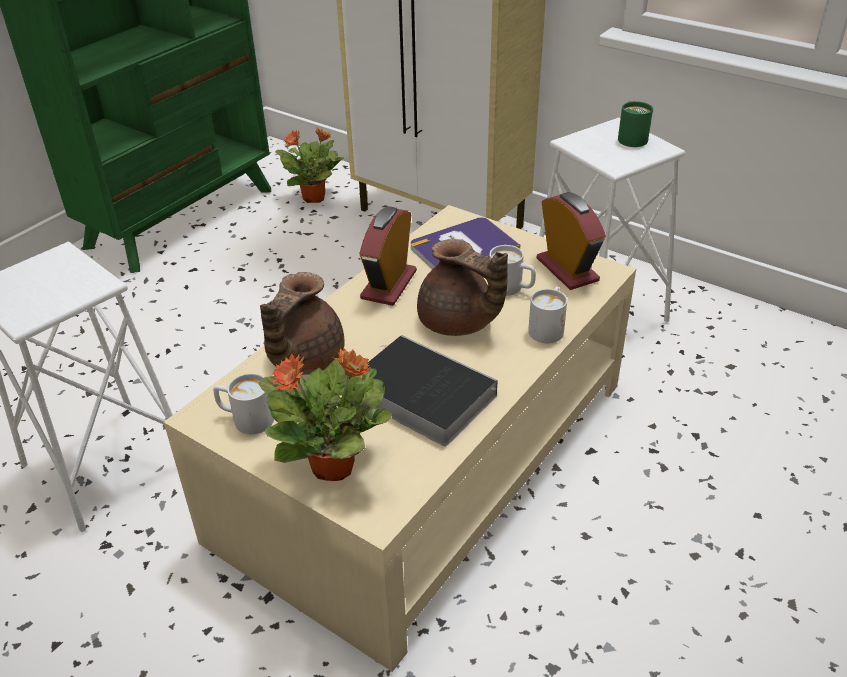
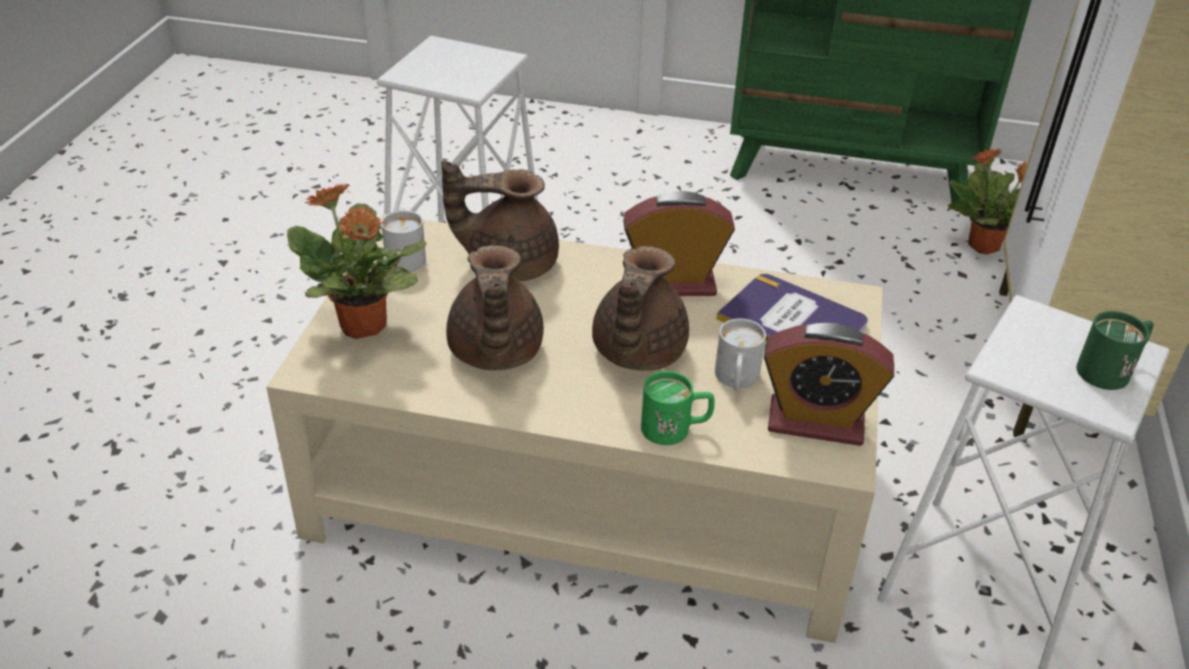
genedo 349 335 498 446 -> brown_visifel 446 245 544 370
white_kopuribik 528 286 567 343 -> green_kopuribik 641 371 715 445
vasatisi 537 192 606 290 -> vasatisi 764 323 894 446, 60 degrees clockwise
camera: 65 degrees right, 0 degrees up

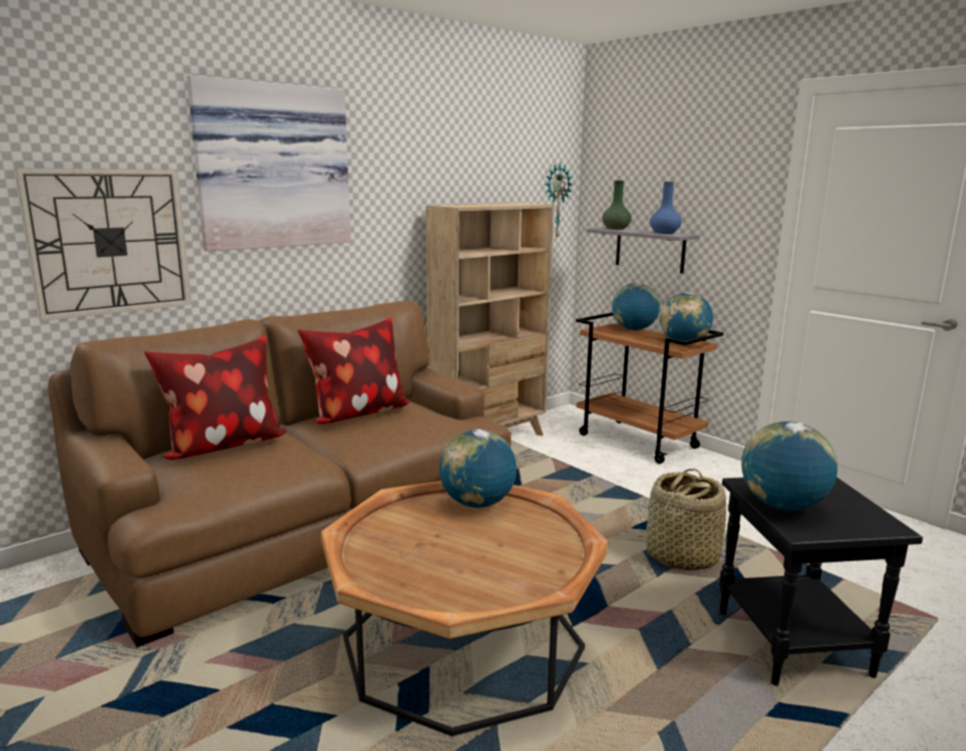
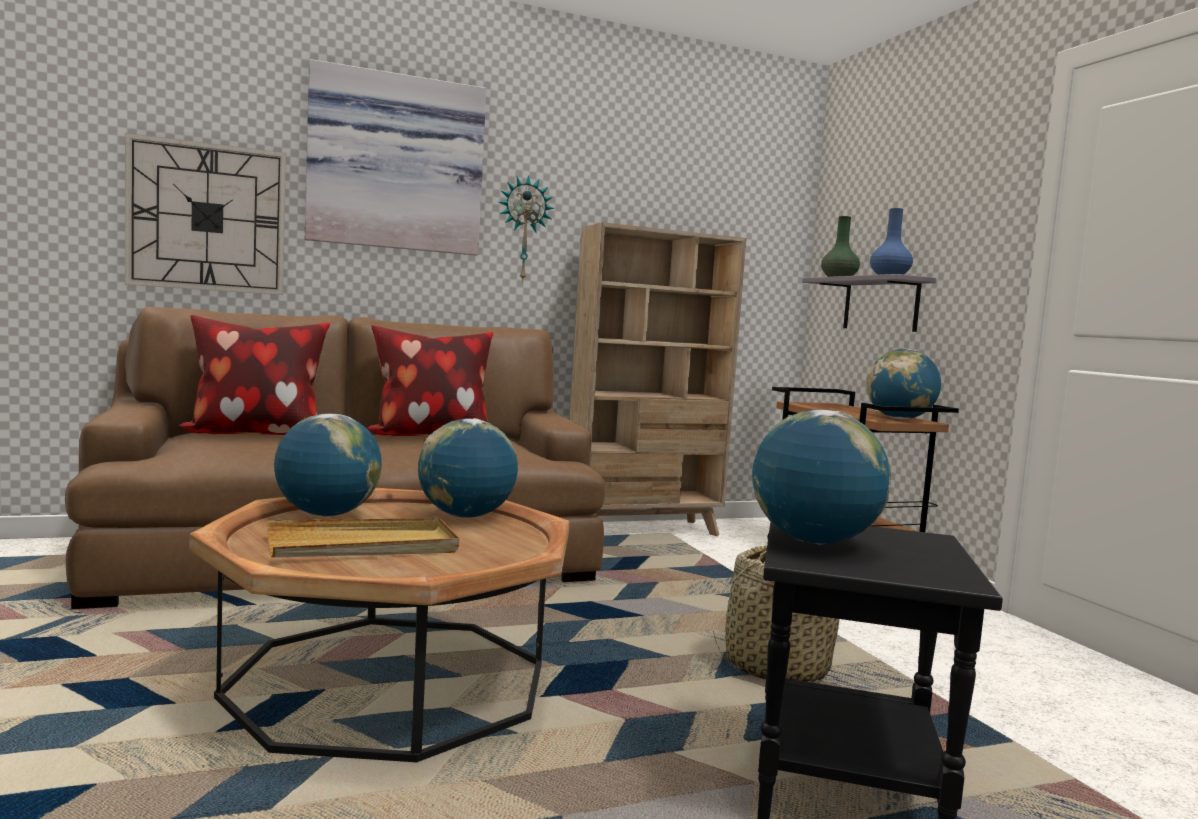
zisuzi 545 163 573 237 -> zisuzi 499 175 555 282, shifted
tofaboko 612 283 660 330 -> tofaboko 274 413 382 517, shifted
none -> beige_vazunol 267 518 459 558
camera: 20 degrees right, 10 degrees down

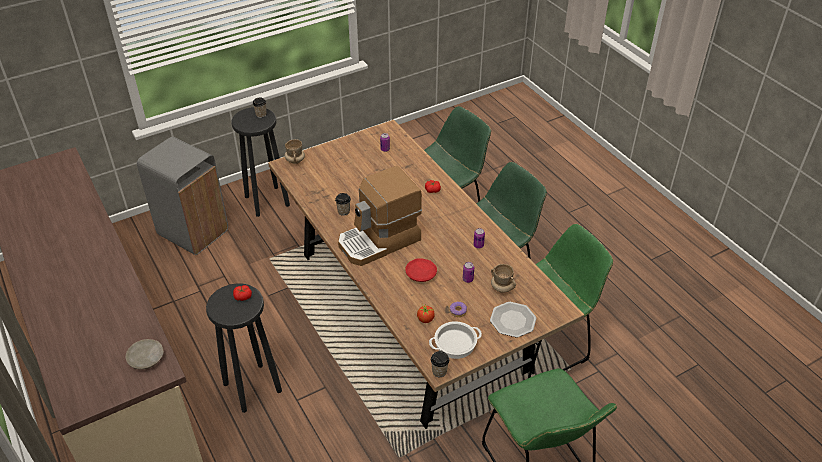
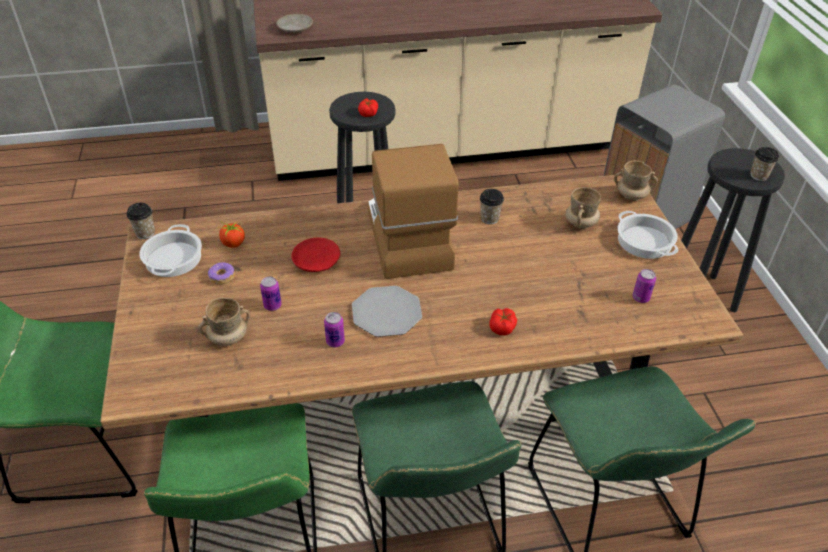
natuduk 490 302 537 337 -> natuduk 352 286 422 337, shifted
none -> beige_kopuribik 565 187 601 229
none -> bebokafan 618 211 679 259
camera: 110 degrees right, 0 degrees up

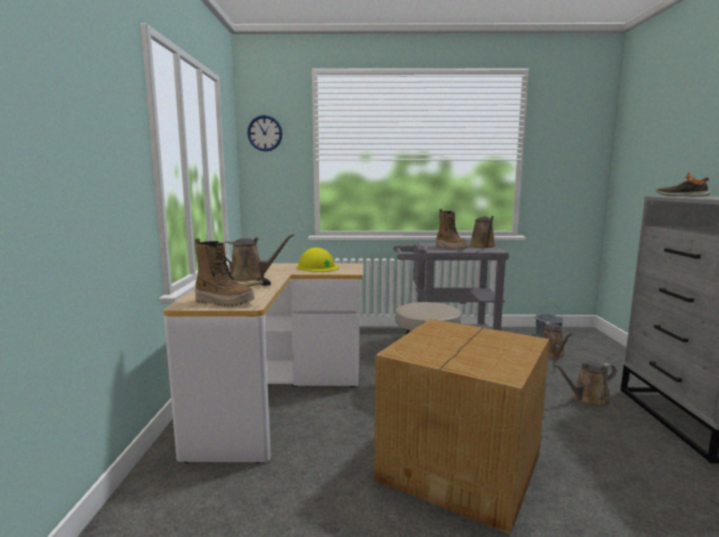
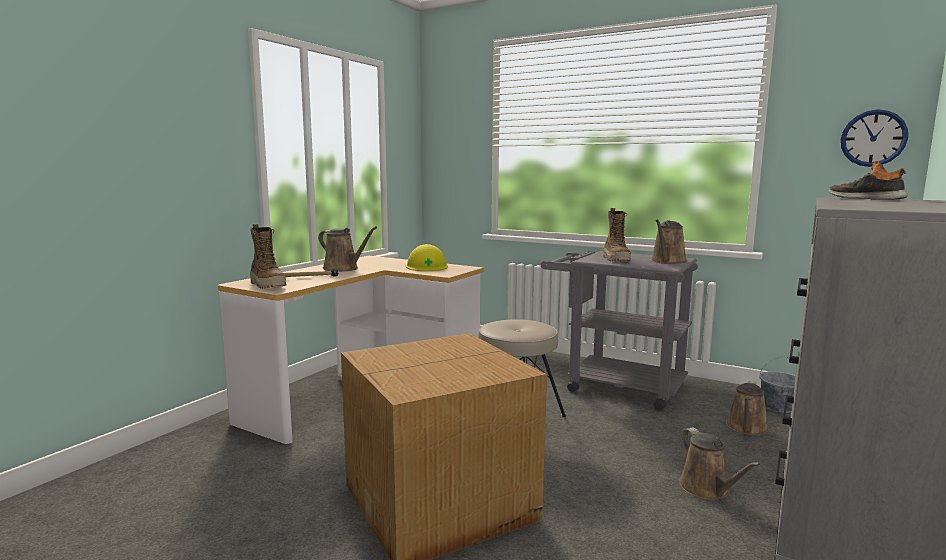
zisuzi 247 115 282 152 -> zisuzi 841 109 908 167, shifted
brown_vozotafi 553 361 616 406 -> brown_vozotafi 679 428 760 500, 120 degrees counterclockwise
camera: 30 degrees right, 0 degrees up

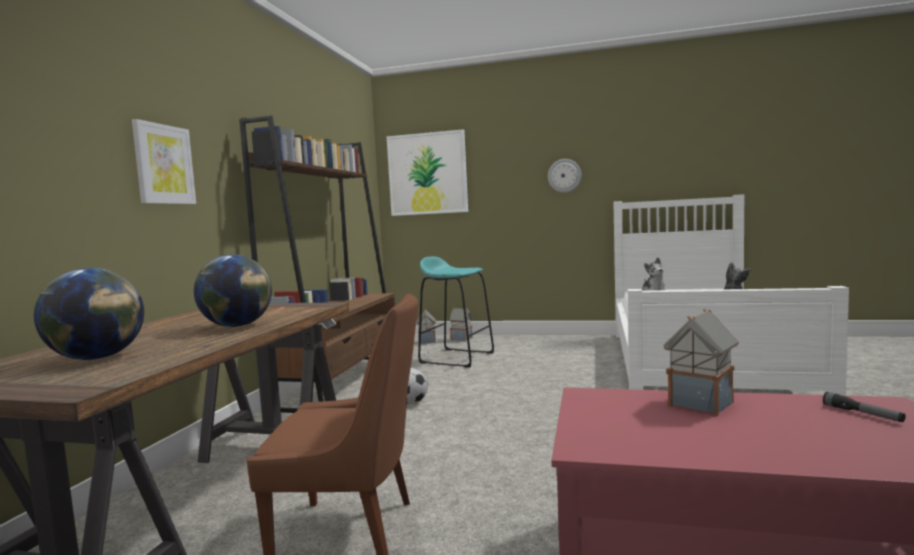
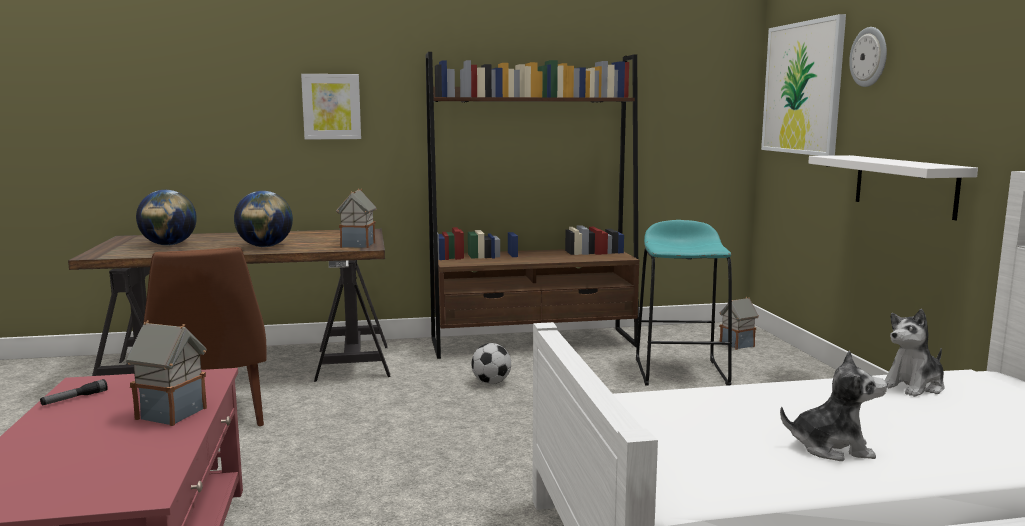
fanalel 449 308 473 342 -> fanalel 336 189 377 248, shifted
zisuzi 548 159 582 193 -> zisuzi 849 27 887 87, shifted
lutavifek 823 392 906 422 -> lutavifek 40 379 108 405, shifted
none -> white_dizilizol 808 155 978 220
camera: 65 degrees right, 5 degrees up

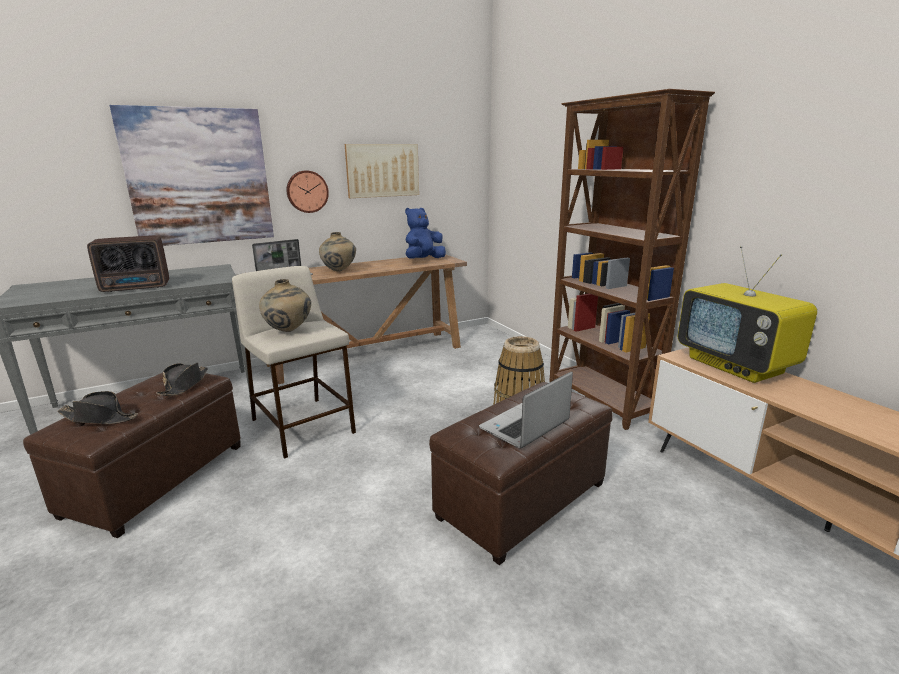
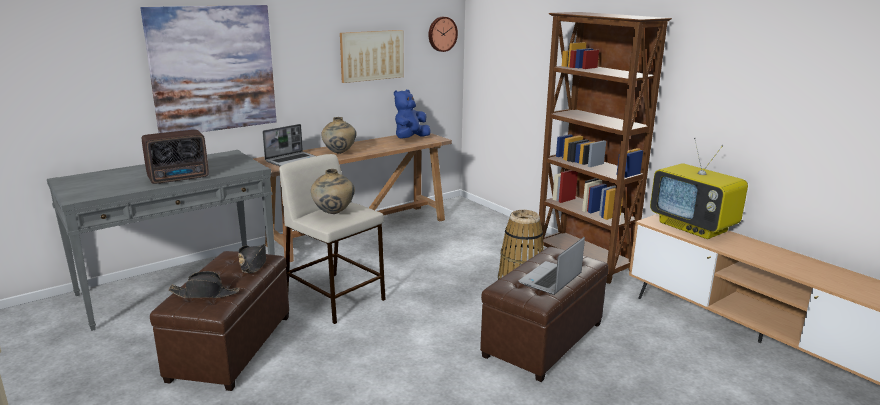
zisuzi 286 170 329 213 -> zisuzi 428 17 458 52, shifted
camera: 10 degrees left, 0 degrees up

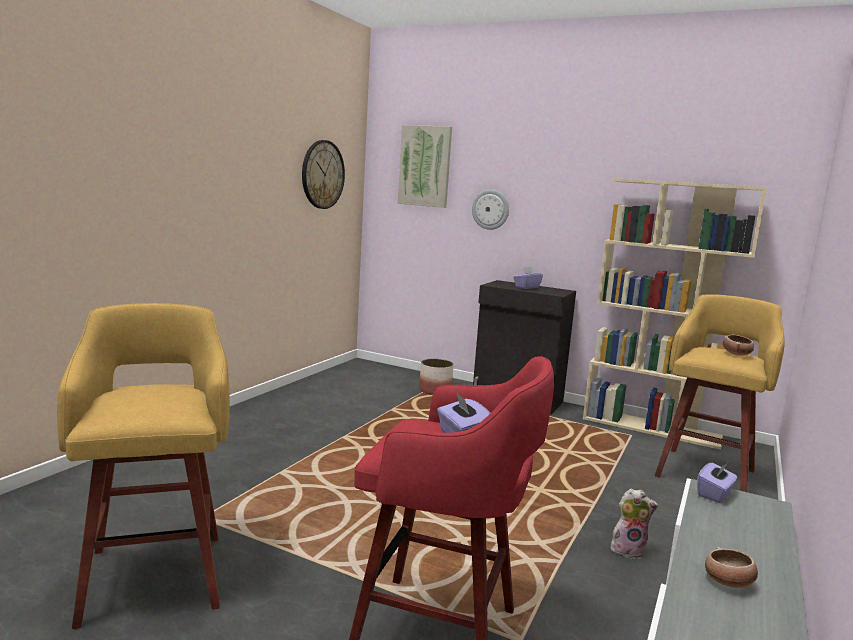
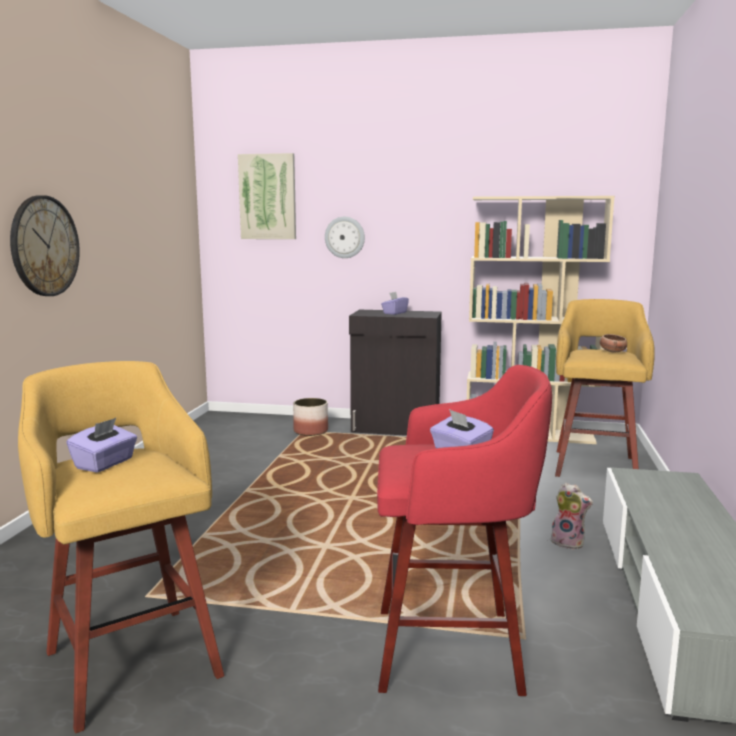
zisuzi 302 140 345 209 -> zisuzi 10 195 80 296, shifted
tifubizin 611 488 658 558 -> tifubizin 551 482 593 550, 45 degrees clockwise
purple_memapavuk 697 462 738 503 -> purple_memapavuk 66 418 137 473, shifted
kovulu 705 547 758 588 -> none
camera: 15 degrees left, 0 degrees up

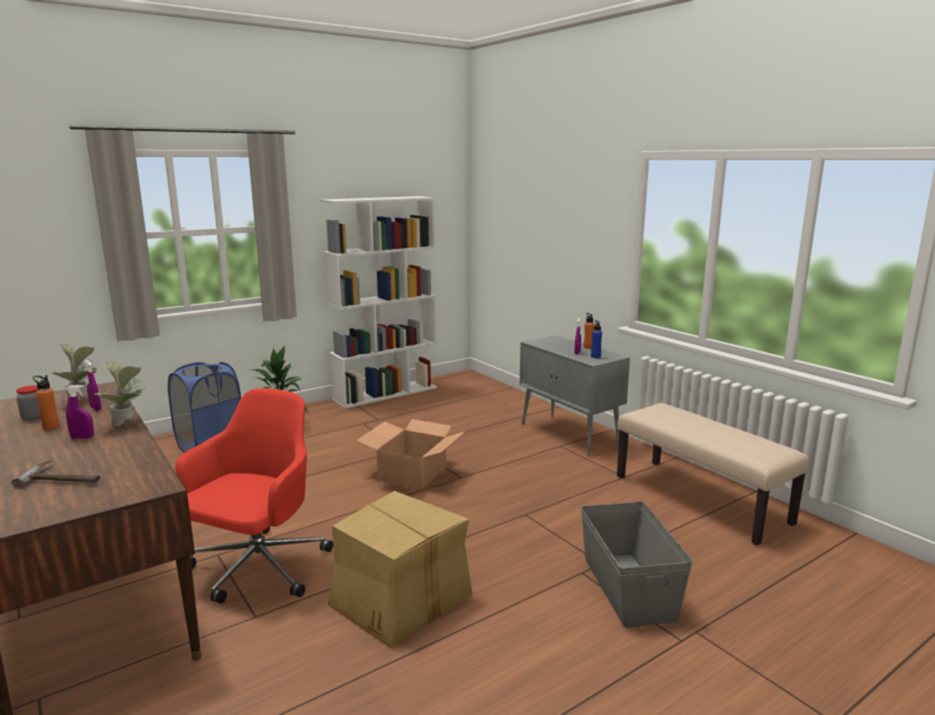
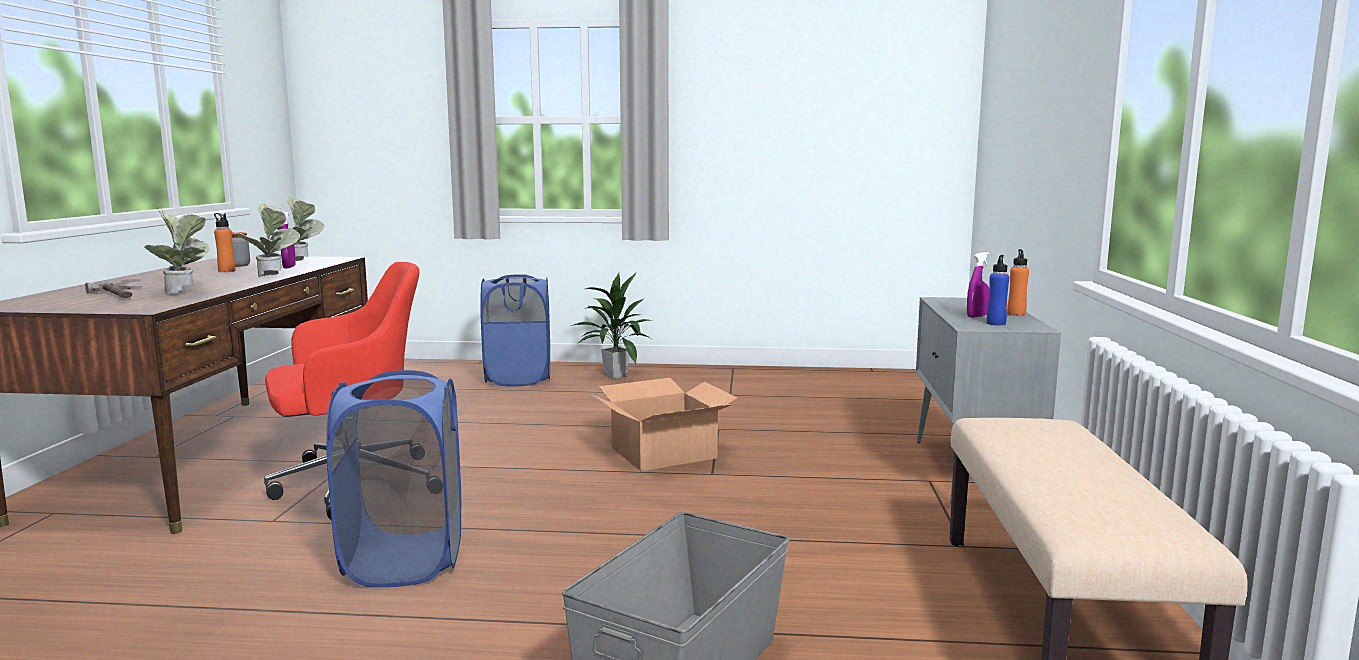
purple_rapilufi 65 385 94 439 -> none
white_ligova 320 196 437 409 -> none
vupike 328 491 472 648 -> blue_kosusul 326 370 461 587
none -> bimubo 144 211 210 294
camera: 40 degrees right, 5 degrees down

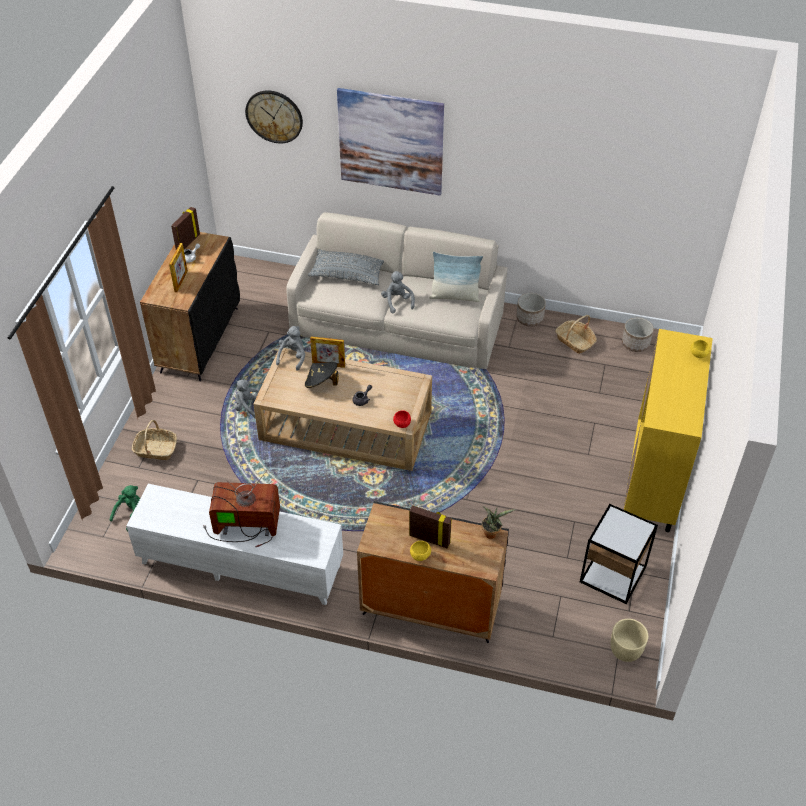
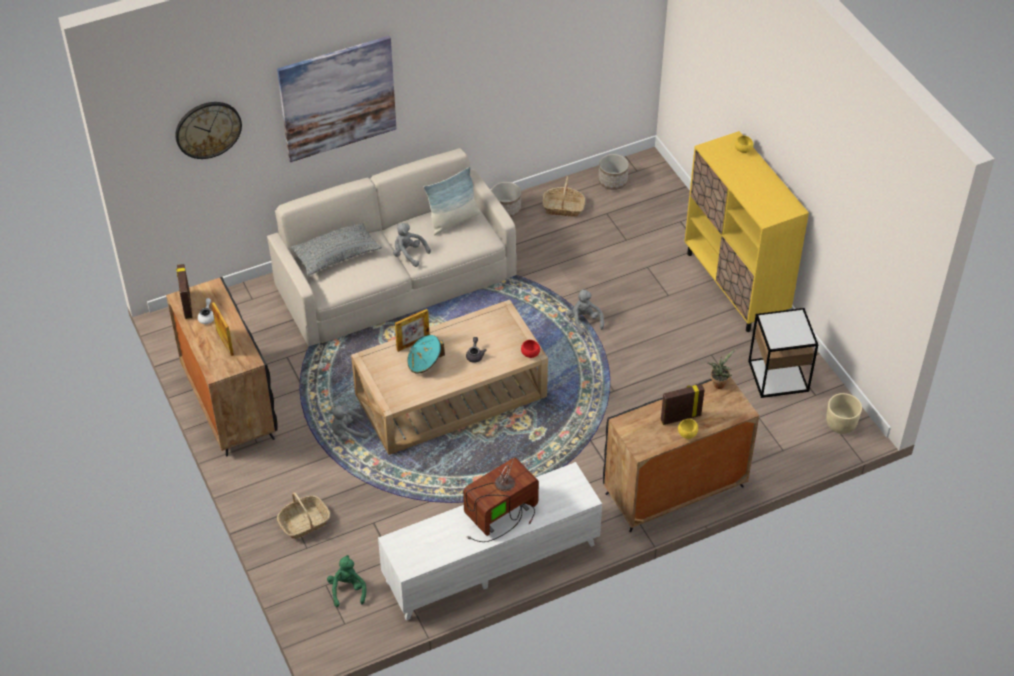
grey_tifubizin 276 326 305 371 -> grey_tifubizin 567 289 604 336, shifted
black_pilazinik 305 362 339 388 -> turquoise_pilazinik 407 335 445 374
camera: 40 degrees left, 0 degrees up

